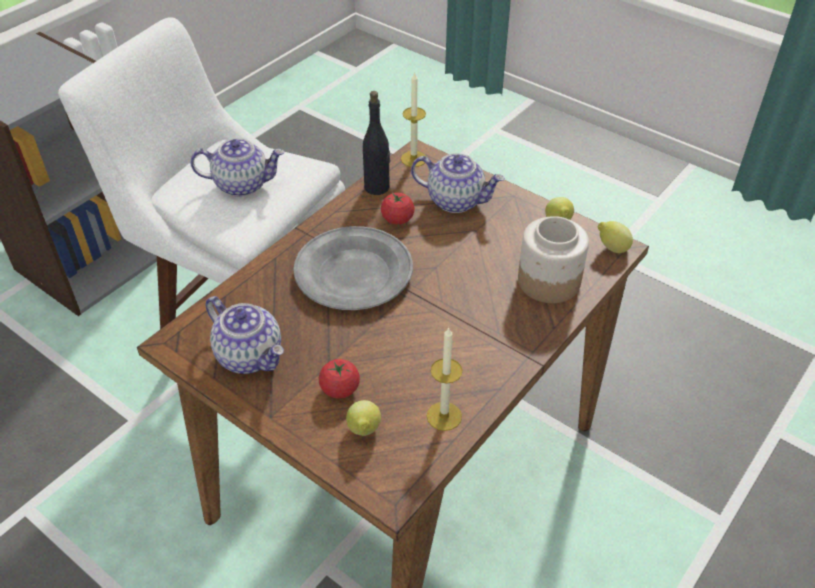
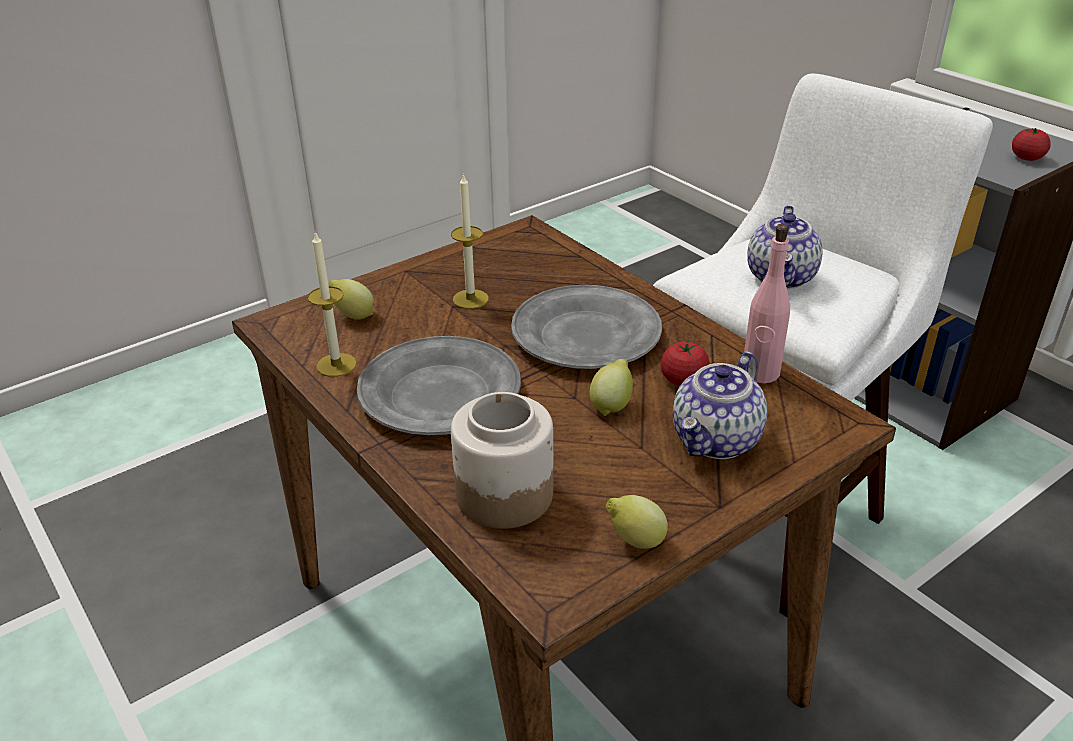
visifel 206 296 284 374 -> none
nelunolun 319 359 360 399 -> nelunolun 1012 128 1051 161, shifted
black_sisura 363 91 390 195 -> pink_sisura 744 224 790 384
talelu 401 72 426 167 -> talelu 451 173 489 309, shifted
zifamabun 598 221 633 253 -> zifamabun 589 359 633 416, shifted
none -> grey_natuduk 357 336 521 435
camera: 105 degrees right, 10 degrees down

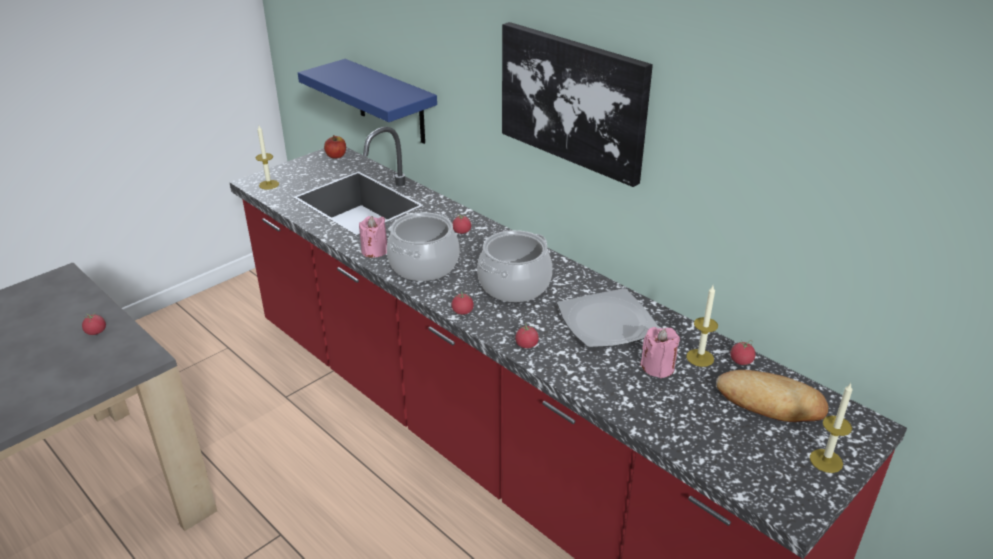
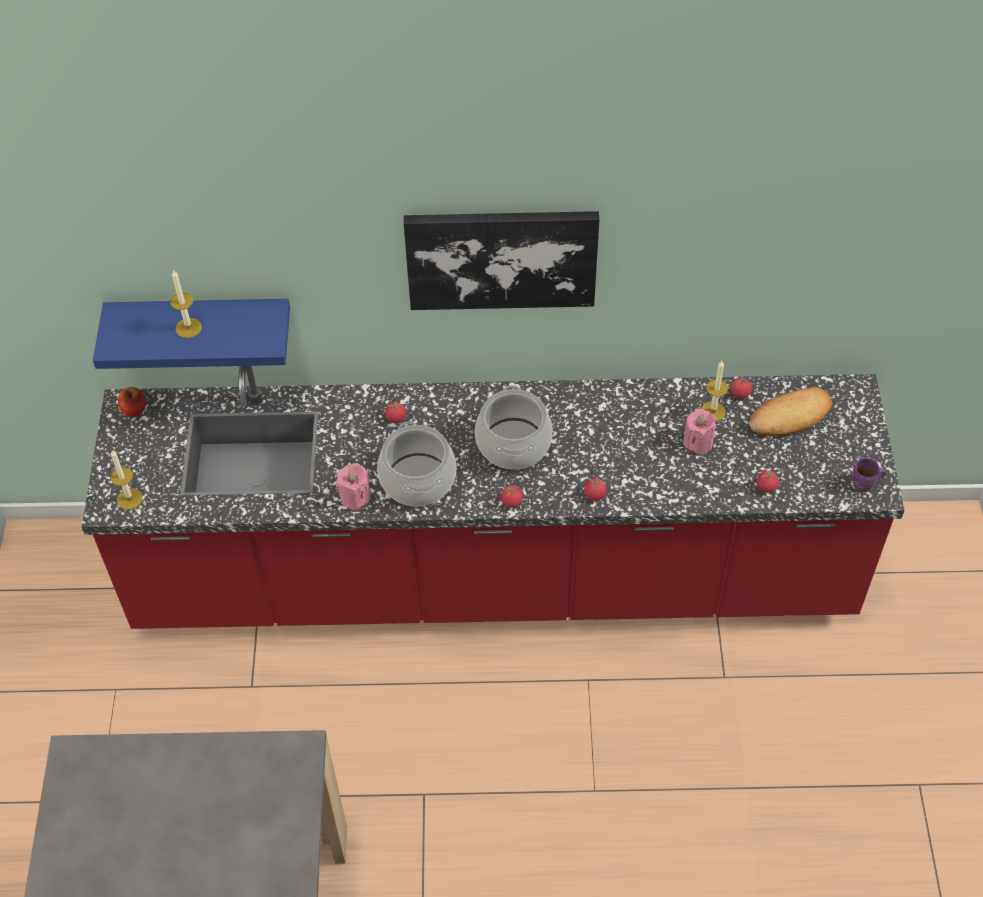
nelunolun 82 312 106 335 -> nelunolun 756 470 779 493, shifted
natuduk 557 288 659 348 -> none
talelu 810 383 853 473 -> talelu 170 269 202 338, shifted
none -> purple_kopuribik 852 458 885 492
camera: 45 degrees left, 20 degrees up

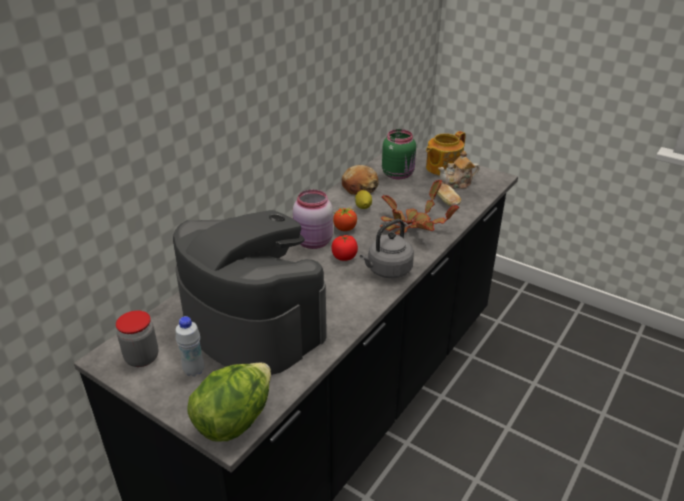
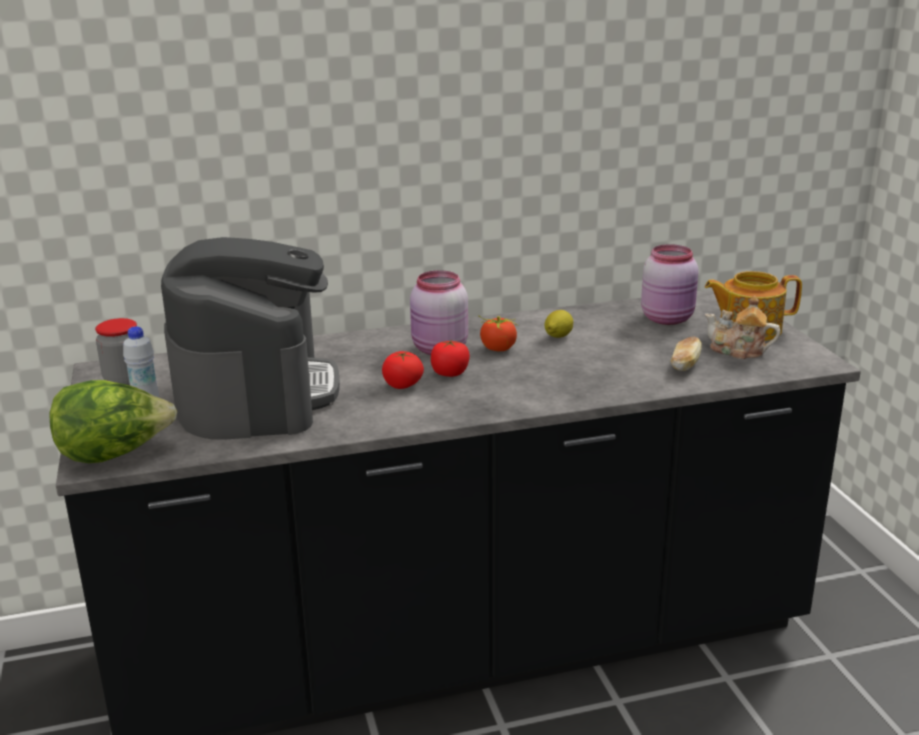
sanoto 342 165 378 195 -> none
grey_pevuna 360 219 414 278 -> none
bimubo 380 179 459 235 -> none
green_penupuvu 382 129 416 180 -> pink_penupuvu 641 244 699 325
none -> nelunolun 382 351 424 389
camera: 40 degrees right, 10 degrees down

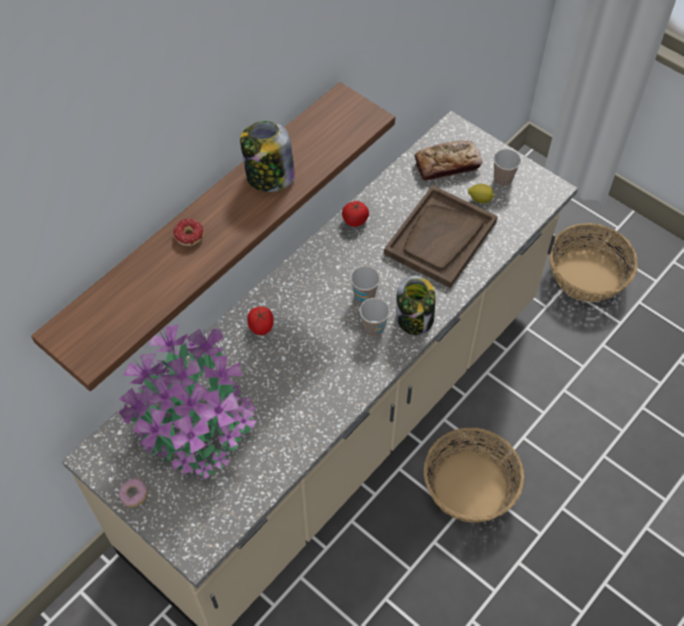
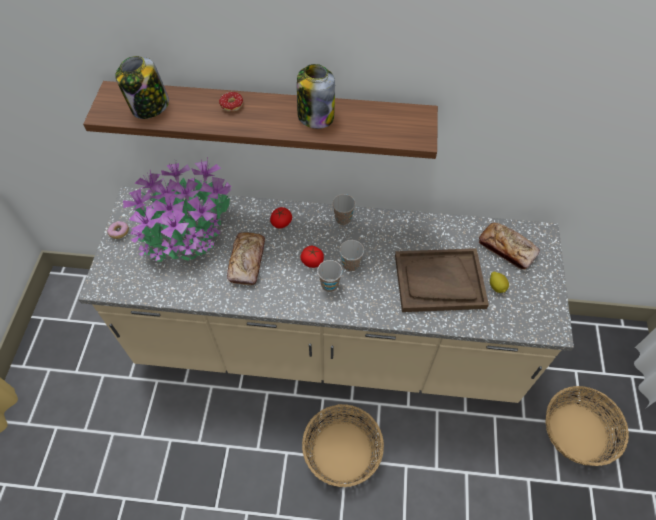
nelunolun 342 201 369 227 -> nelunolun 300 246 324 268, shifted
penupuvu 396 276 435 335 -> penupuvu 115 56 169 119, shifted
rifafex 494 149 521 187 -> rifafex 332 194 356 225, shifted
none -> sanoto 227 232 265 285
camera: 55 degrees right, 0 degrees up

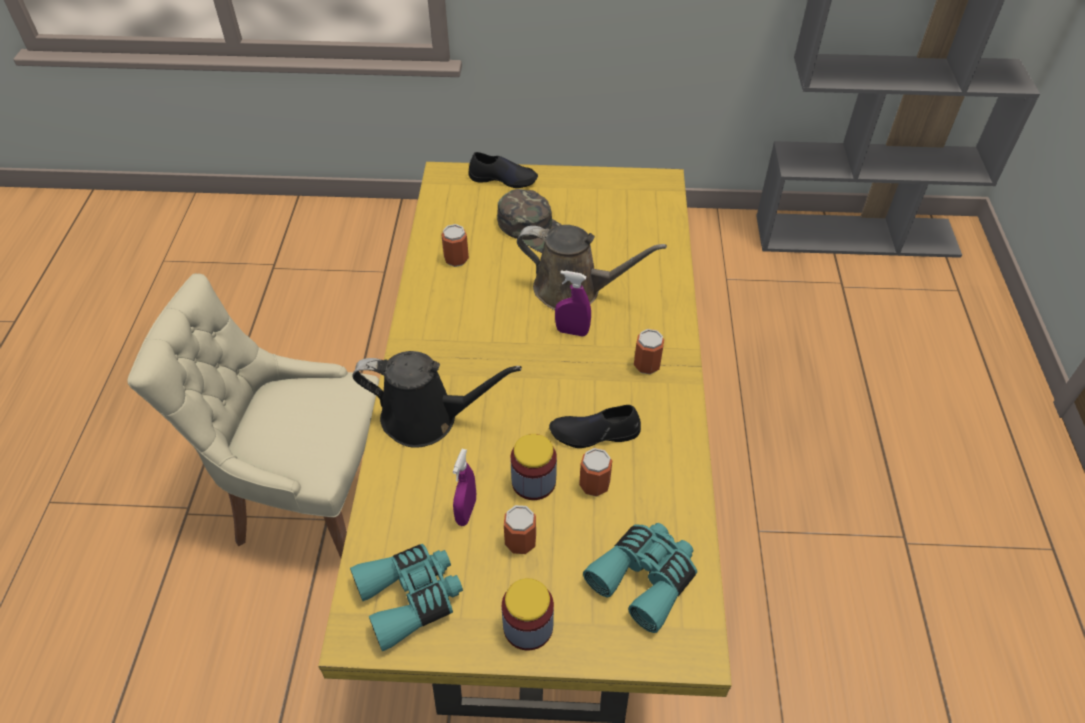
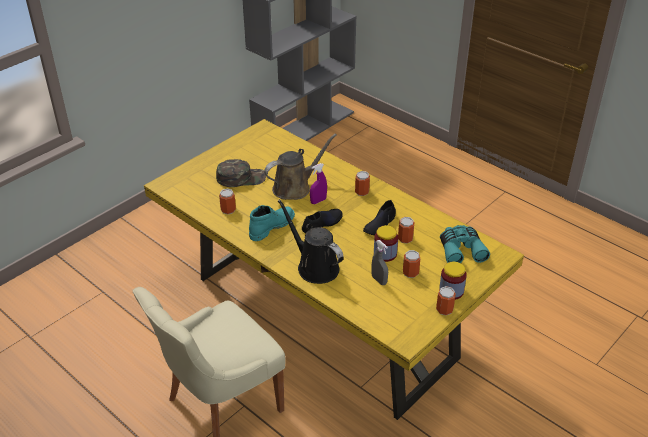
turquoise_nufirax 350 544 463 651 -> none
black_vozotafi 352 351 522 448 -> black_vozotafi 278 199 344 284, 90 degrees counterclockwise
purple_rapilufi 453 449 476 526 -> grey_rapilufi 371 240 388 285
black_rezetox 468 152 538 188 -> black_rezetox 302 209 343 233, shifted
none -> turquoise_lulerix 249 205 295 241
none -> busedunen 436 286 456 315
camera: 50 degrees left, 10 degrees down

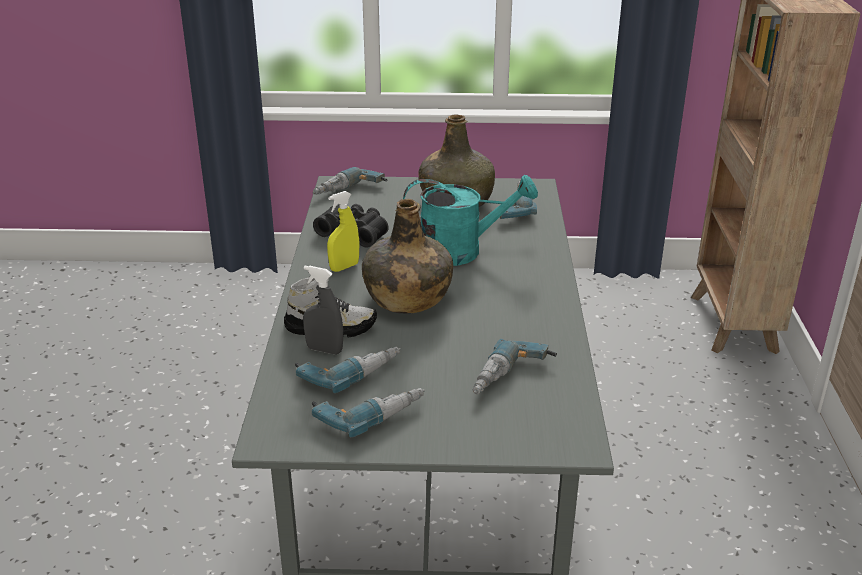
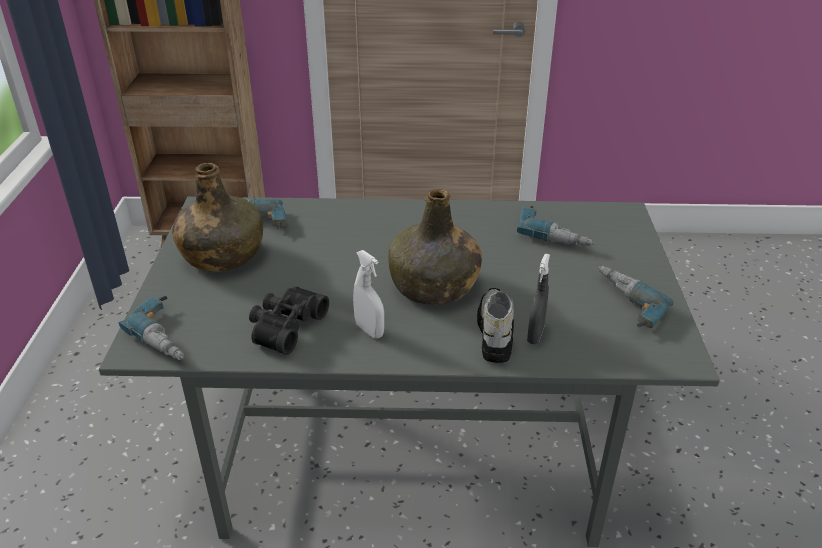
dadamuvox 295 347 401 393 -> none
yellow_rapilufi 327 191 359 272 -> white_rapilufi 353 250 384 338
turquoise_vozotafi 403 175 538 266 -> none
camera: 90 degrees left, 5 degrees up

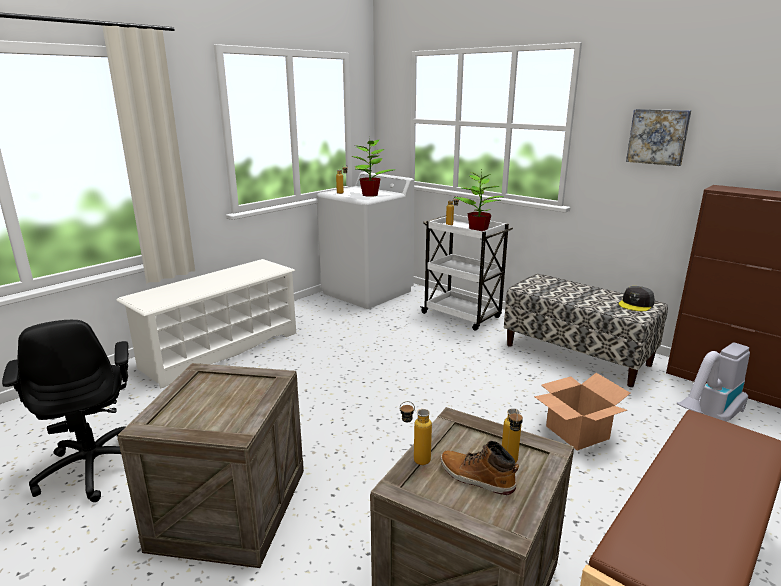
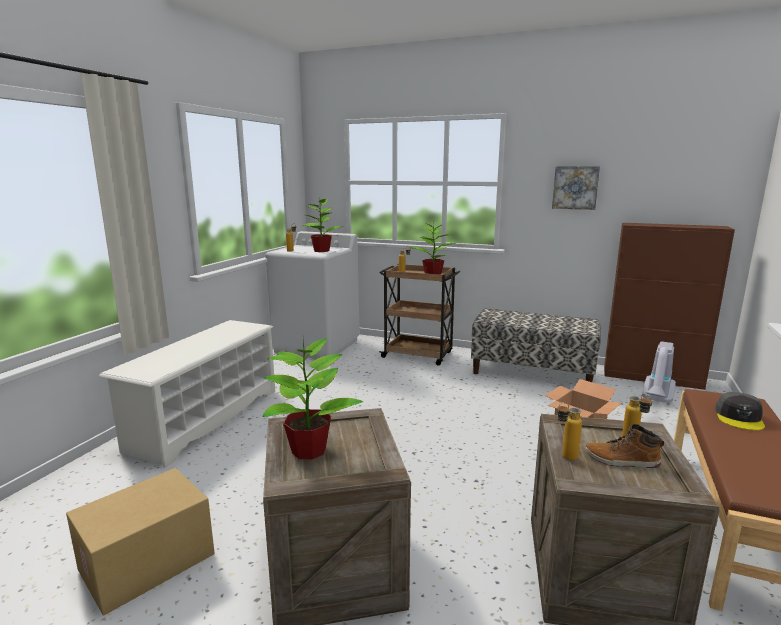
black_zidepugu 2 320 129 502 -> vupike 66 468 215 616
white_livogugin 420 214 513 331 -> brown_livogugin 379 264 460 366
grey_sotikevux 619 286 655 311 -> grey_sotikevux 715 392 765 431, shifted
none -> bimubo 263 337 363 459
camera: 20 degrees left, 5 degrees down

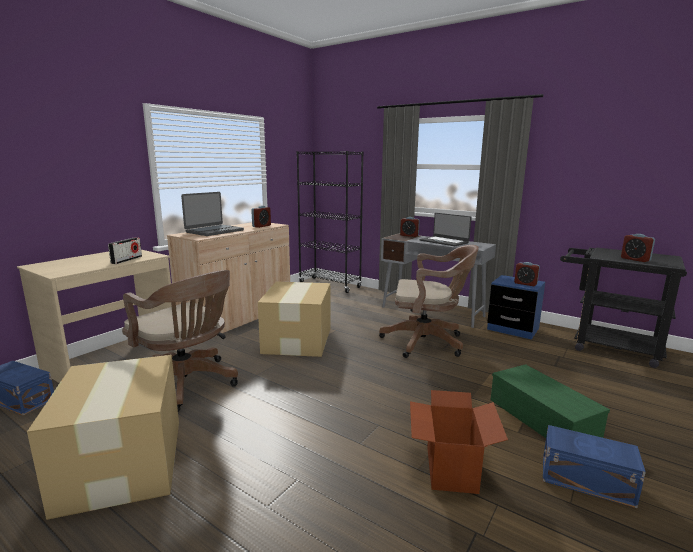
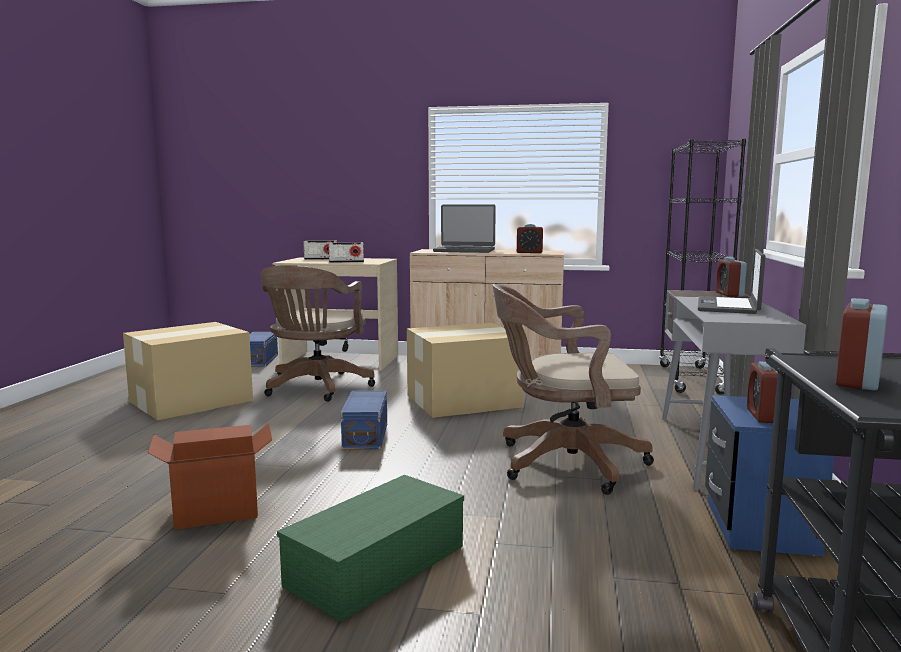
brown_zidepugu 379 245 479 358 -> brown_zidepugu 492 284 654 495, 105 degrees clockwise
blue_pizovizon 543 425 646 508 -> blue_pizovizon 341 391 387 449, shifted
none -> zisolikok 303 240 337 260
camera: 65 degrees right, 5 degrees down

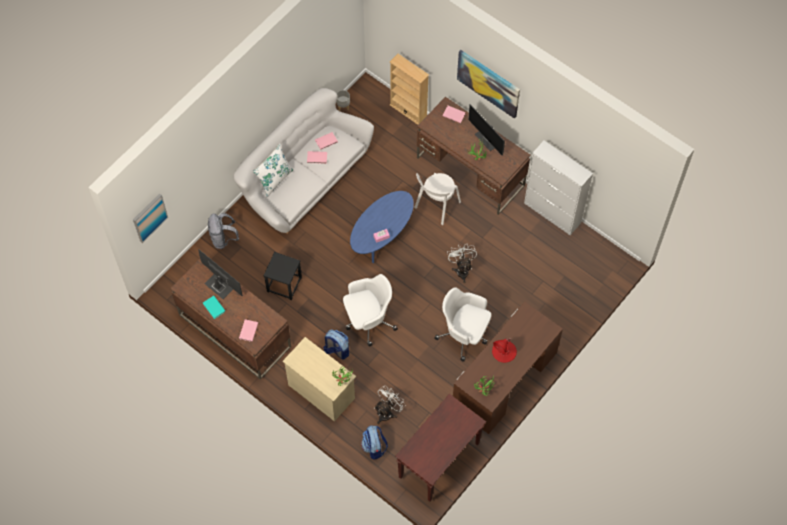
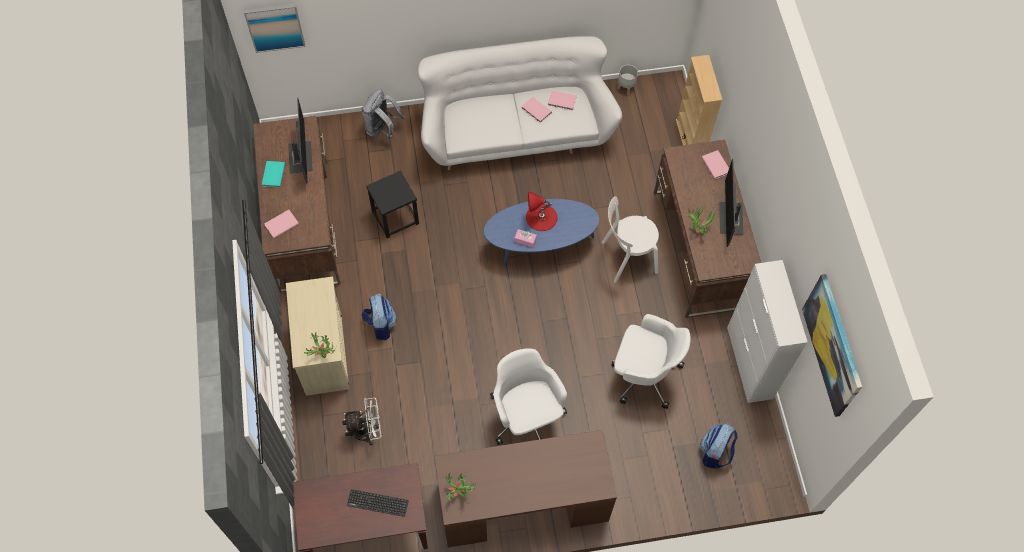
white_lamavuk 253 143 293 197 -> none
white_zidepugu 343 274 398 346 -> white_zidepugu 611 314 691 409, shifted
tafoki 361 426 388 460 -> tafoki 700 423 738 469, shifted
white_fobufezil 447 244 477 283 -> none
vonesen 457 50 520 119 -> vonesen 802 274 862 417, shifted
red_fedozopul 492 338 517 363 -> red_fedozopul 526 192 557 231, shifted
none -> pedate 347 489 409 517
camera: 40 degrees right, 0 degrees up

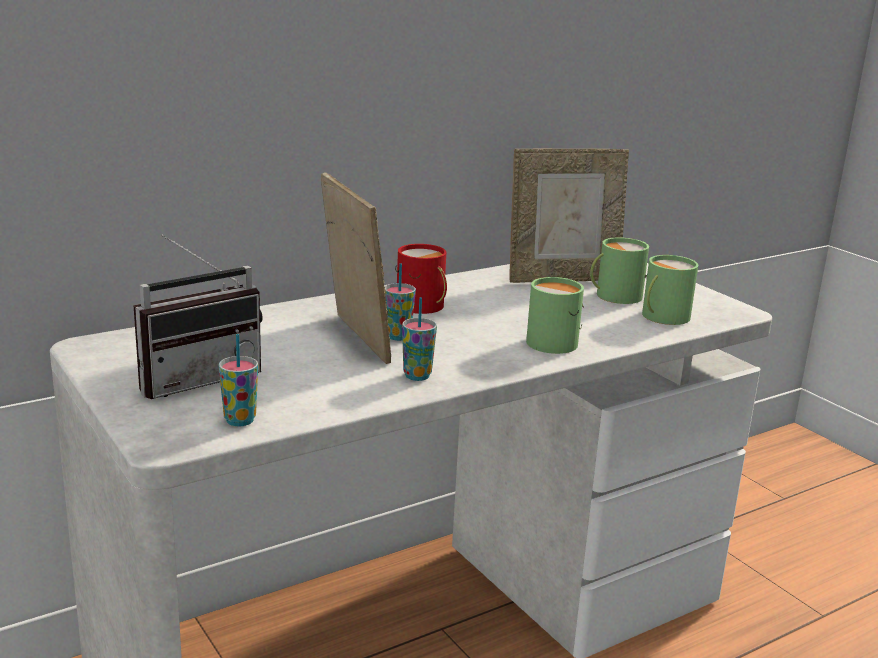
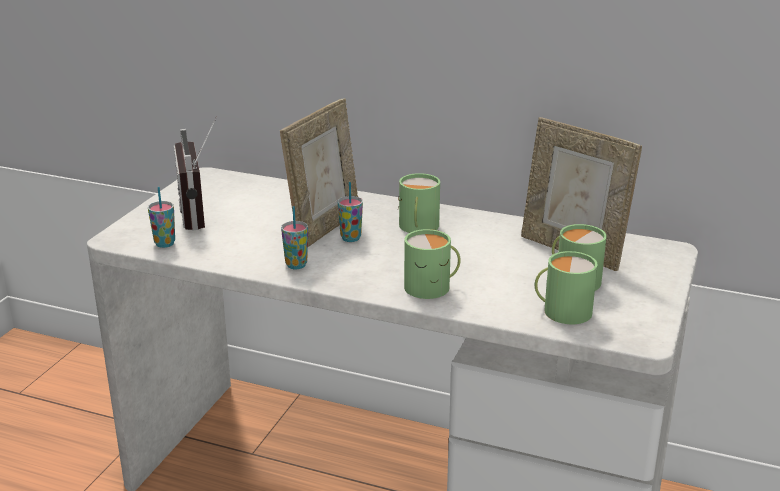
zisolikok 133 235 263 399 -> zisolikok 174 117 217 231, 60 degrees clockwise
red_kopuribik 395 244 447 314 -> green_kopuribik 398 173 440 233
camera: 55 degrees right, 5 degrees up

